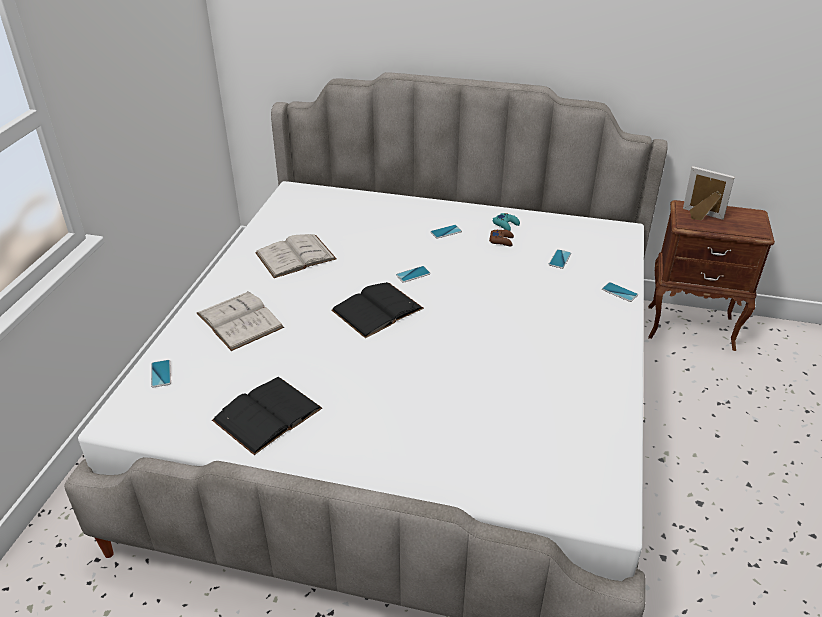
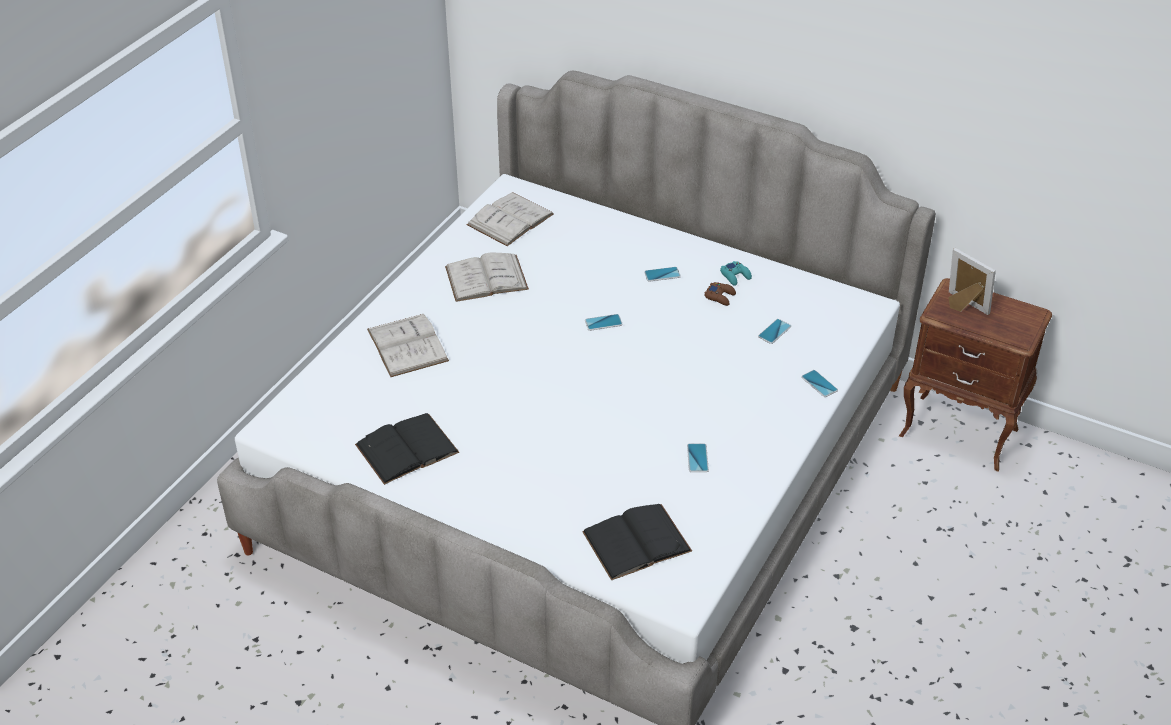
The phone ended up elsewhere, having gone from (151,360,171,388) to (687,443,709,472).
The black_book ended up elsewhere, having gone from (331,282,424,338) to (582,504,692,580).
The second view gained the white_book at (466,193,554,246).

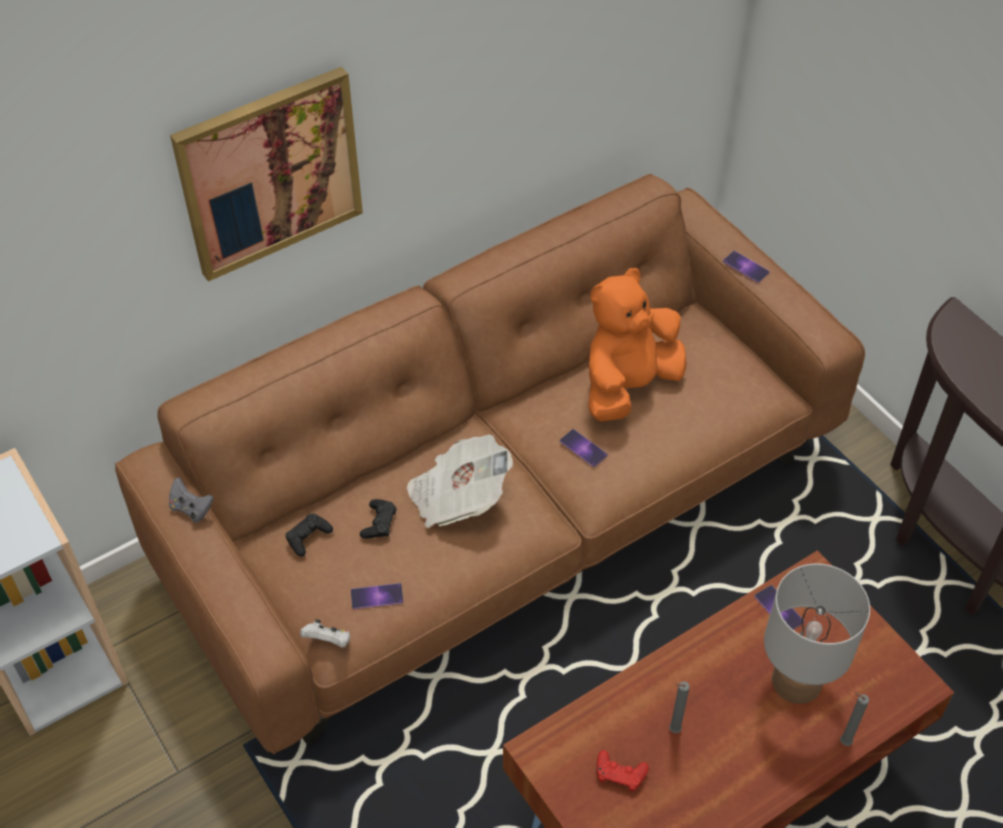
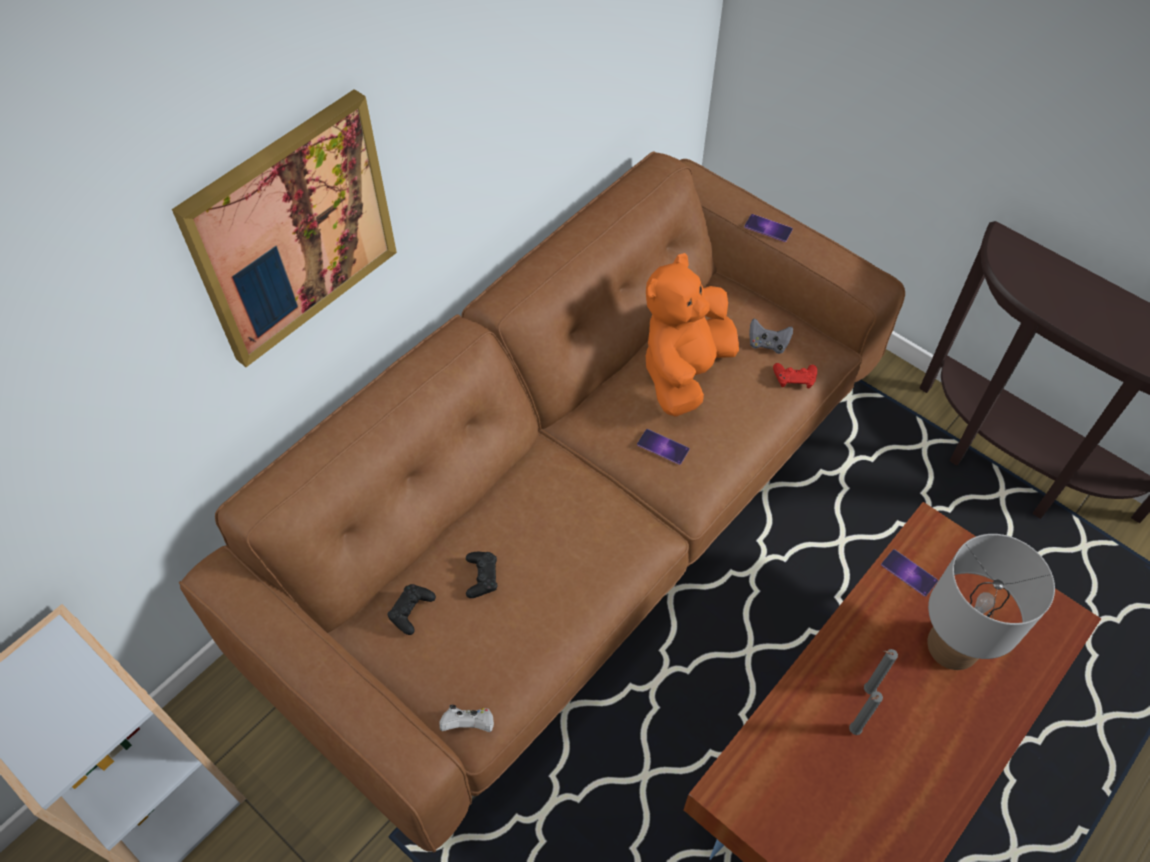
The grey_game_controller ended up elsewhere, having gone from (169,478,214,522) to (749,318,793,354).
The second view lost the phone at (351,583,404,609).
The second view lost the newspaper at (406,434,513,528).
The red_game_controller ended up elsewhere, having gone from (597,750,649,791) to (773,363,817,388).
The grey_candle ended up elsewhere, having gone from (840,692,869,746) to (864,649,898,695).

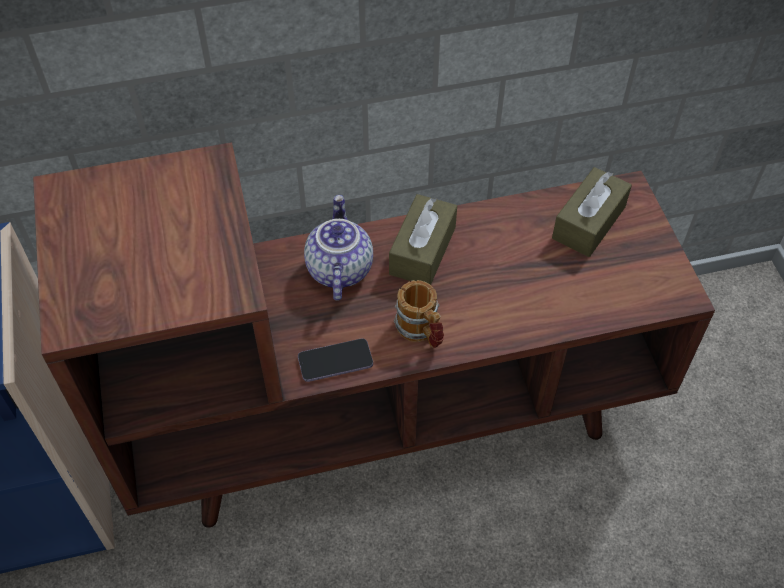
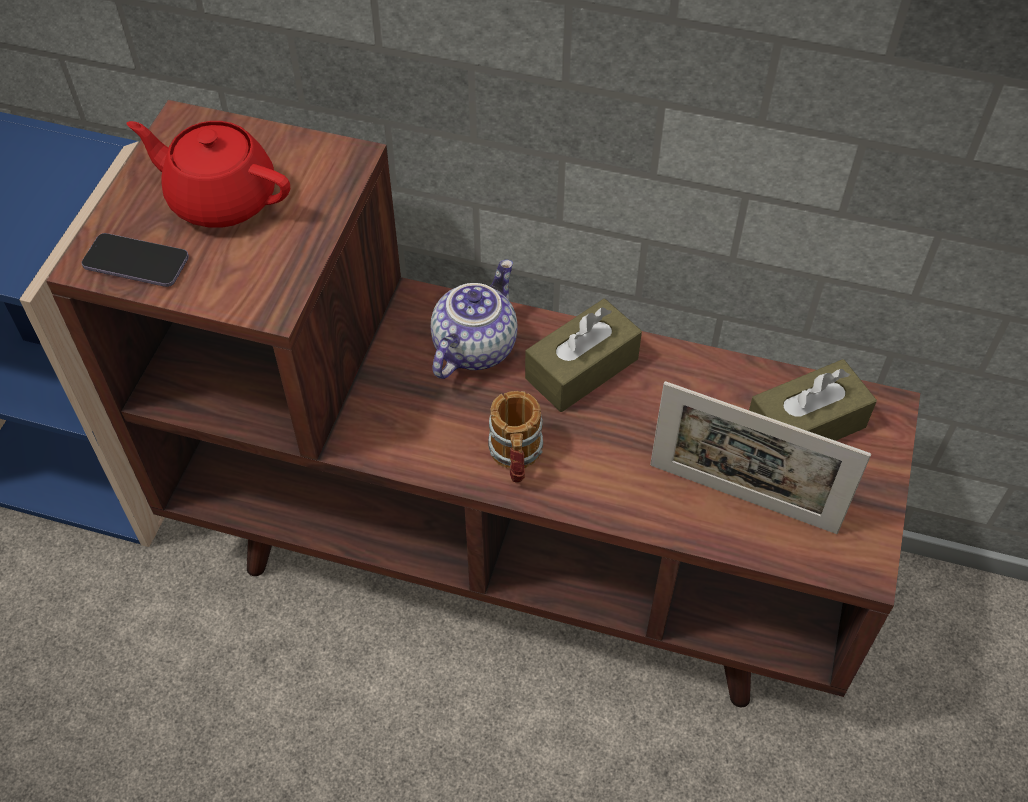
The phone ended up elsewhere, having gone from (298,338,373,382) to (82,233,189,287).
The second view gained the red_teapot at (127,121,290,228).
The second view gained the picture_frame at (650,381,871,534).

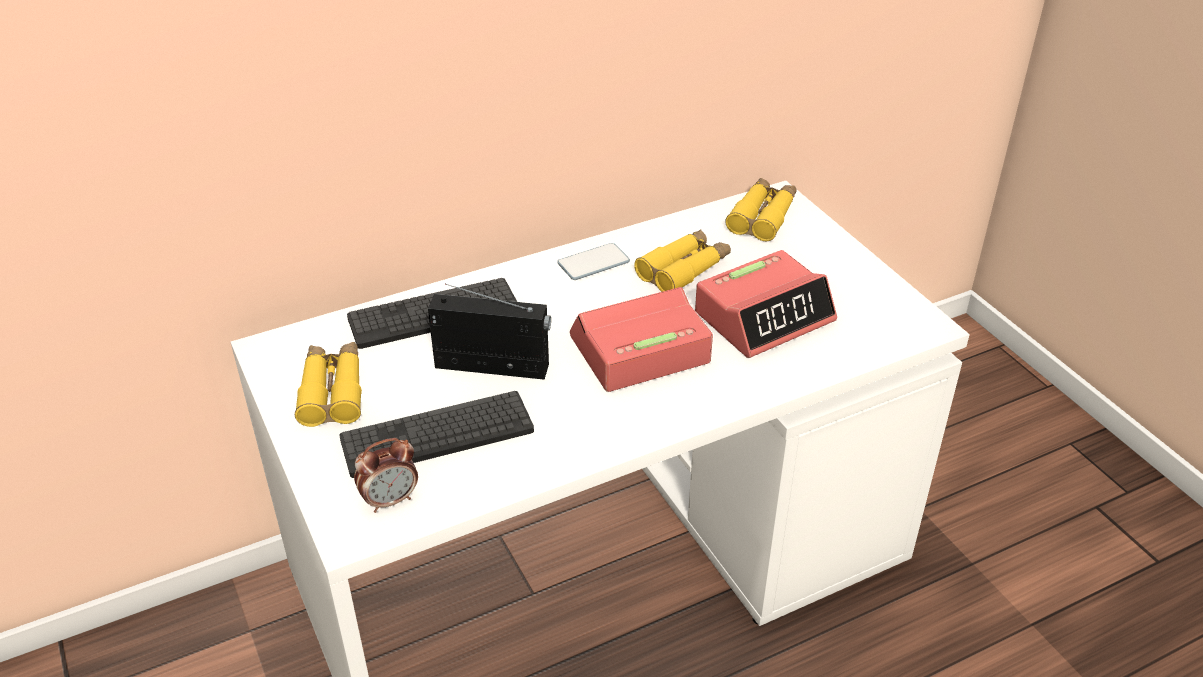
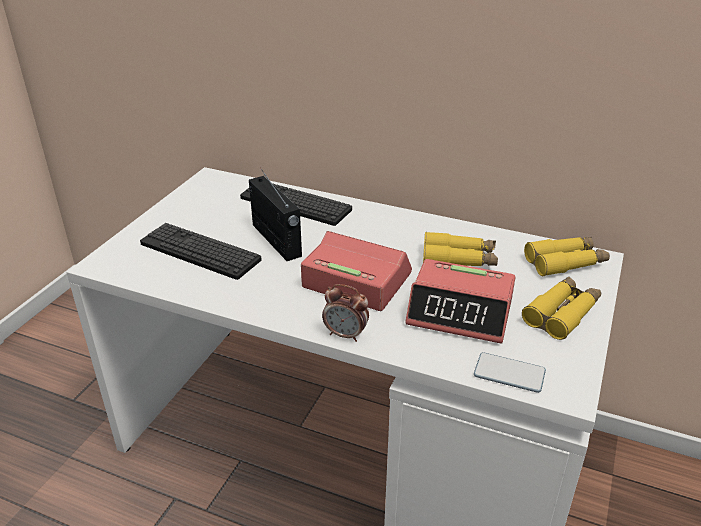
The yellow_binoculars ended up elsewhere, having gone from (295,342,362,427) to (522,277,601,340).
The alarm_clock ended up elsewhere, having gone from (354,438,418,513) to (322,284,369,342).
The phone ended up elsewhere, having gone from (557,243,630,280) to (474,352,546,393).

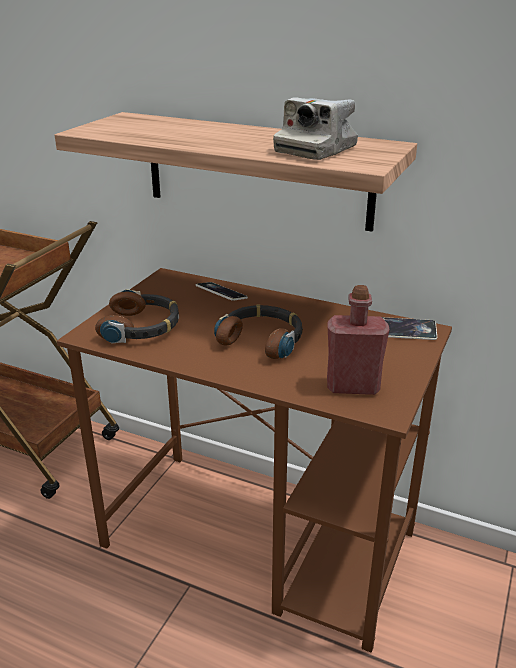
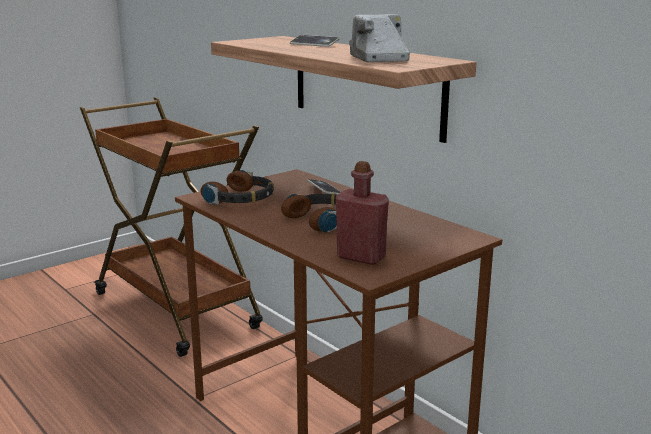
The photo_camera at (273,97,358,160) ended up facing another way, 105 degrees clockwise from before.
The phone ended up elsewhere, having gone from (382,317,437,340) to (290,35,339,47).

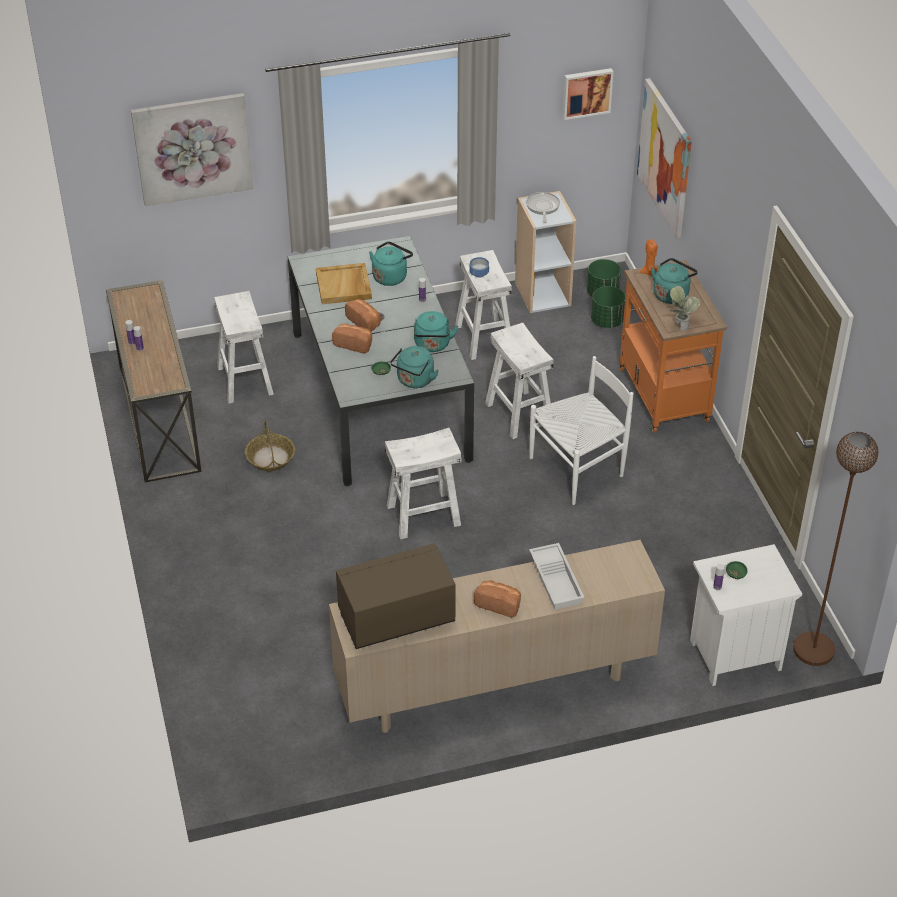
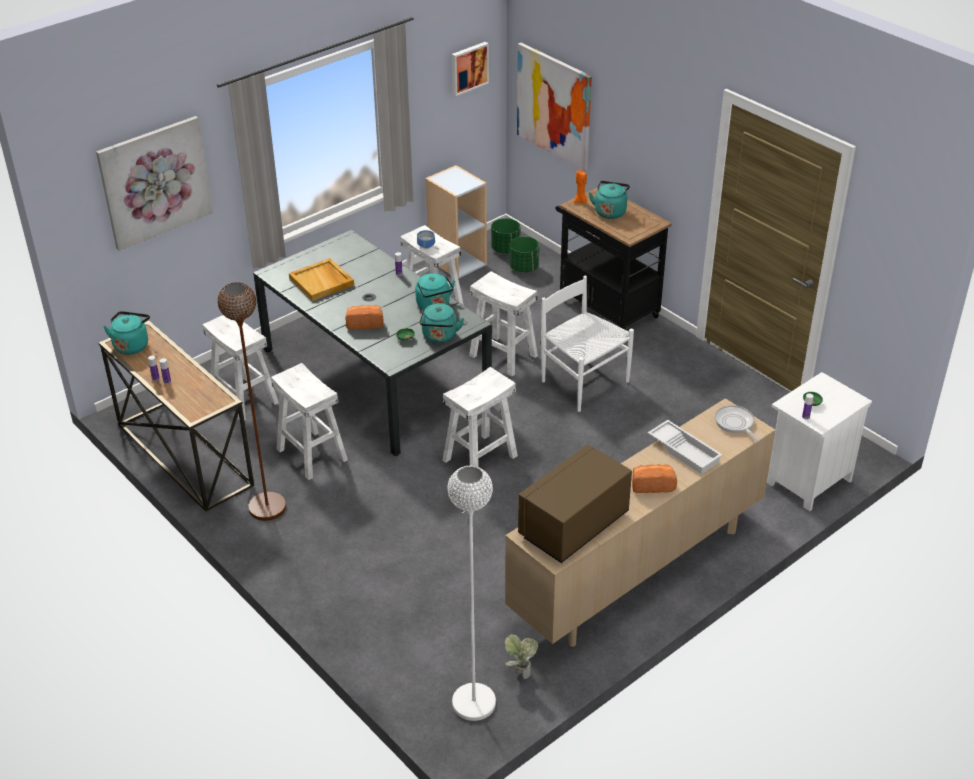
Where the basket stood at (245,421,295,471), the white_stool came to stand at (271,363,348,480).
The second view lost the bread at (345,299,381,332).
The turquoise_kettle ended up elsewhere, having gone from (369,241,413,286) to (103,311,150,355).
The frying_pan ended up elsewhere, having gone from (526,192,560,223) to (715,406,760,442).
The white_chair at (529,356,633,505) ended up facing another way, 75 degrees counterclockwise from before.
What was the orange_cart at (619,260,727,432) turned into the black_cart at (555,185,672,330).
The potted_plant ended up elsewhere, having gone from (667,286,700,331) to (505,634,538,679).
The brown_floor_lamp ended up elsewhere, having gone from (793,432,878,666) to (218,282,286,521).
The second view gained the white_floor_lamp at (447,466,496,721).

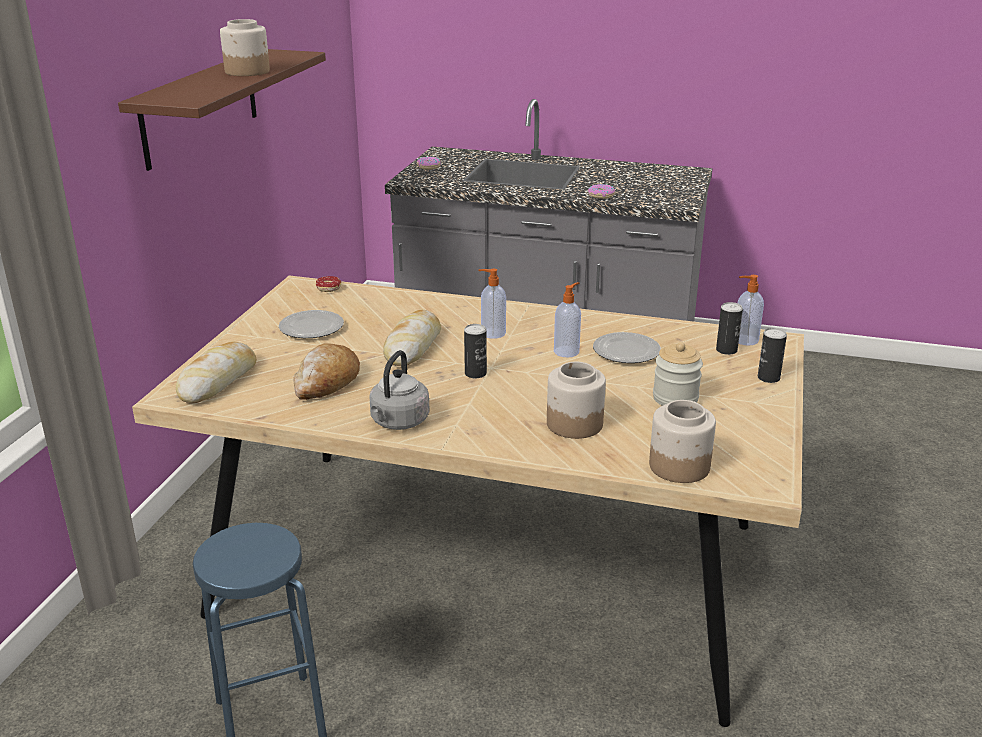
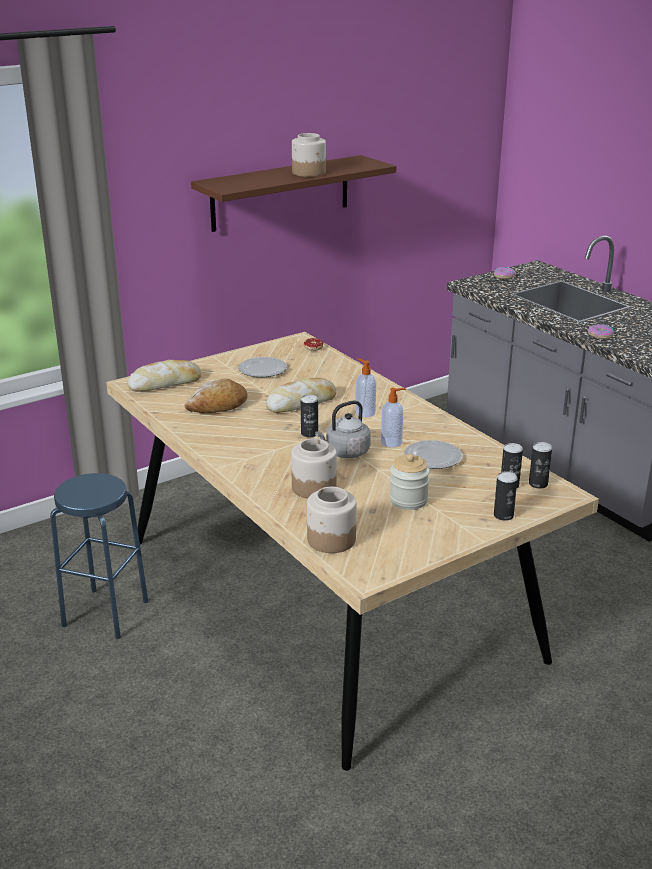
The grey_kettle ended up elsewhere, having gone from (369,350,430,430) to (315,401,371,458).
Where the soap_dispenser stood at (738,275,764,346), the can came to stand at (529,442,552,489).

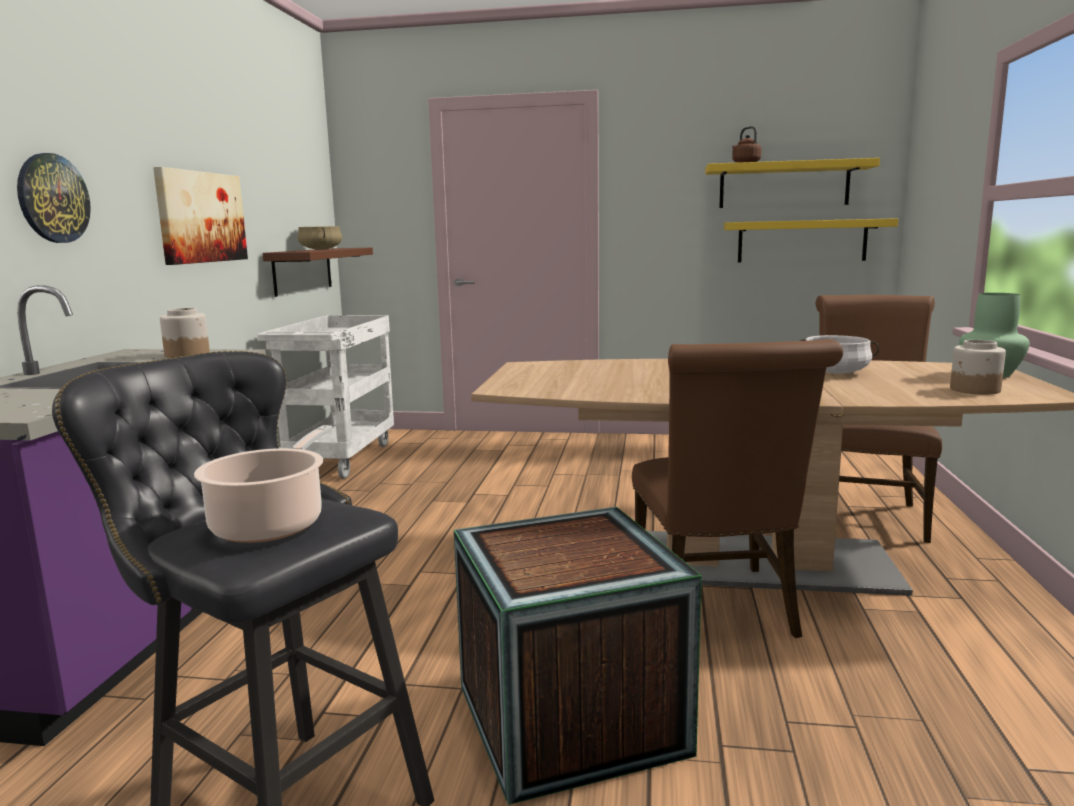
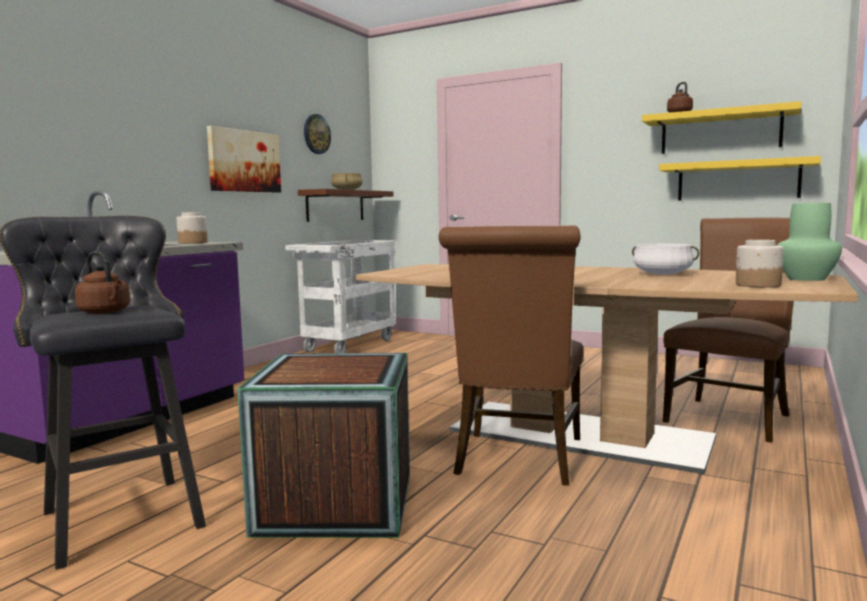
The wall_clock ended up elsewhere, having gone from (17,153,91,243) to (304,114,331,154).
Where the cooking_pot stood at (194,425,333,543), the brown_kettle came to stand at (75,251,130,314).

